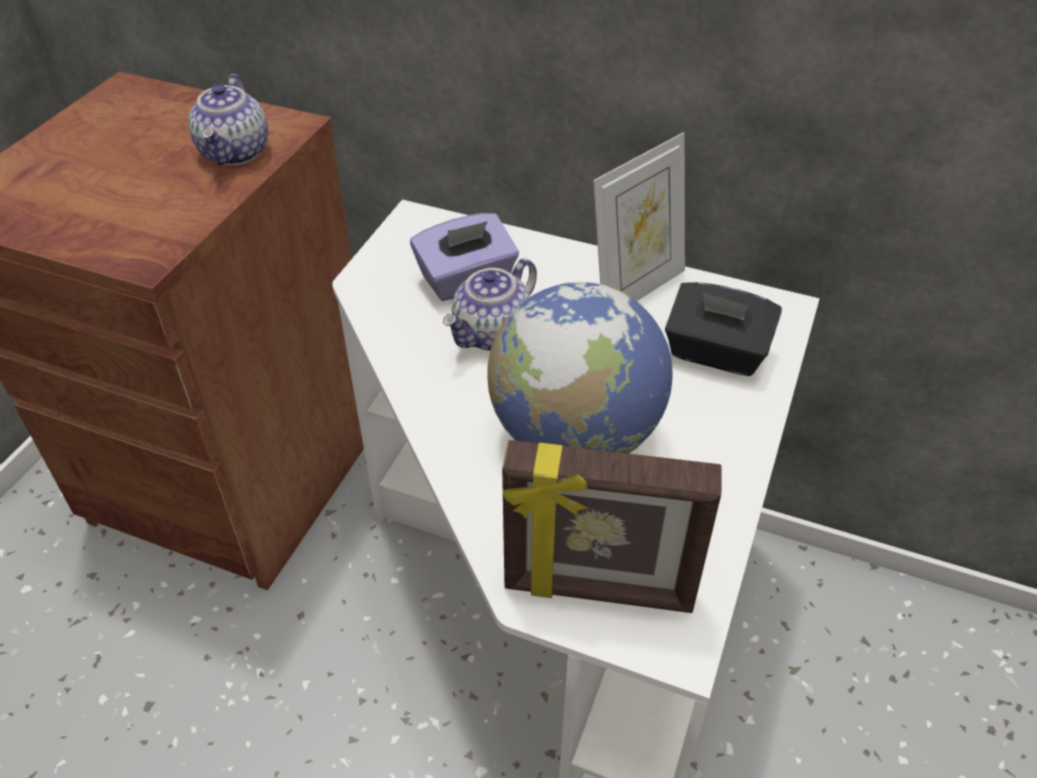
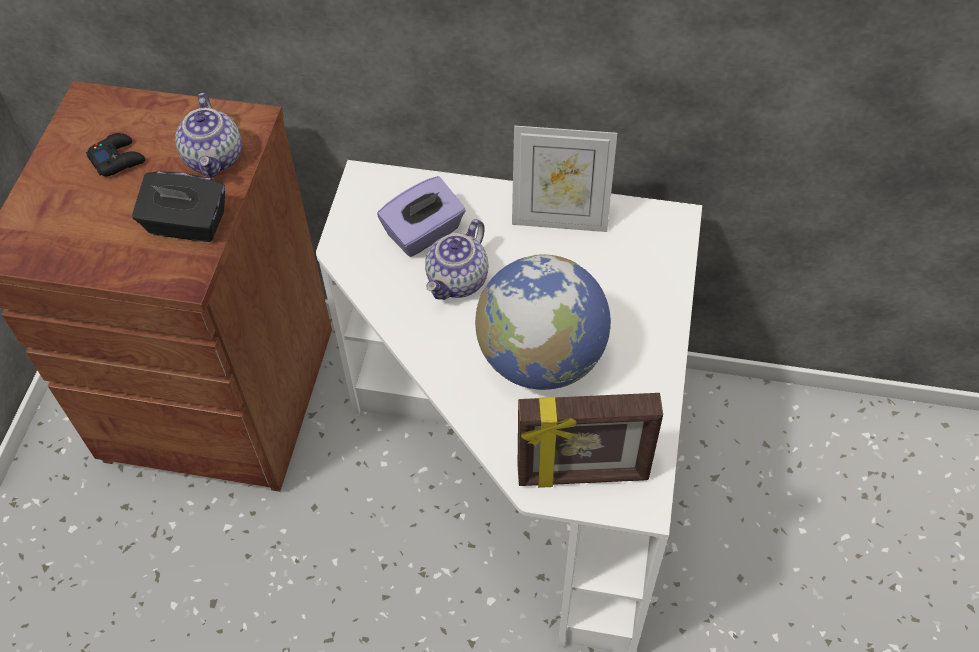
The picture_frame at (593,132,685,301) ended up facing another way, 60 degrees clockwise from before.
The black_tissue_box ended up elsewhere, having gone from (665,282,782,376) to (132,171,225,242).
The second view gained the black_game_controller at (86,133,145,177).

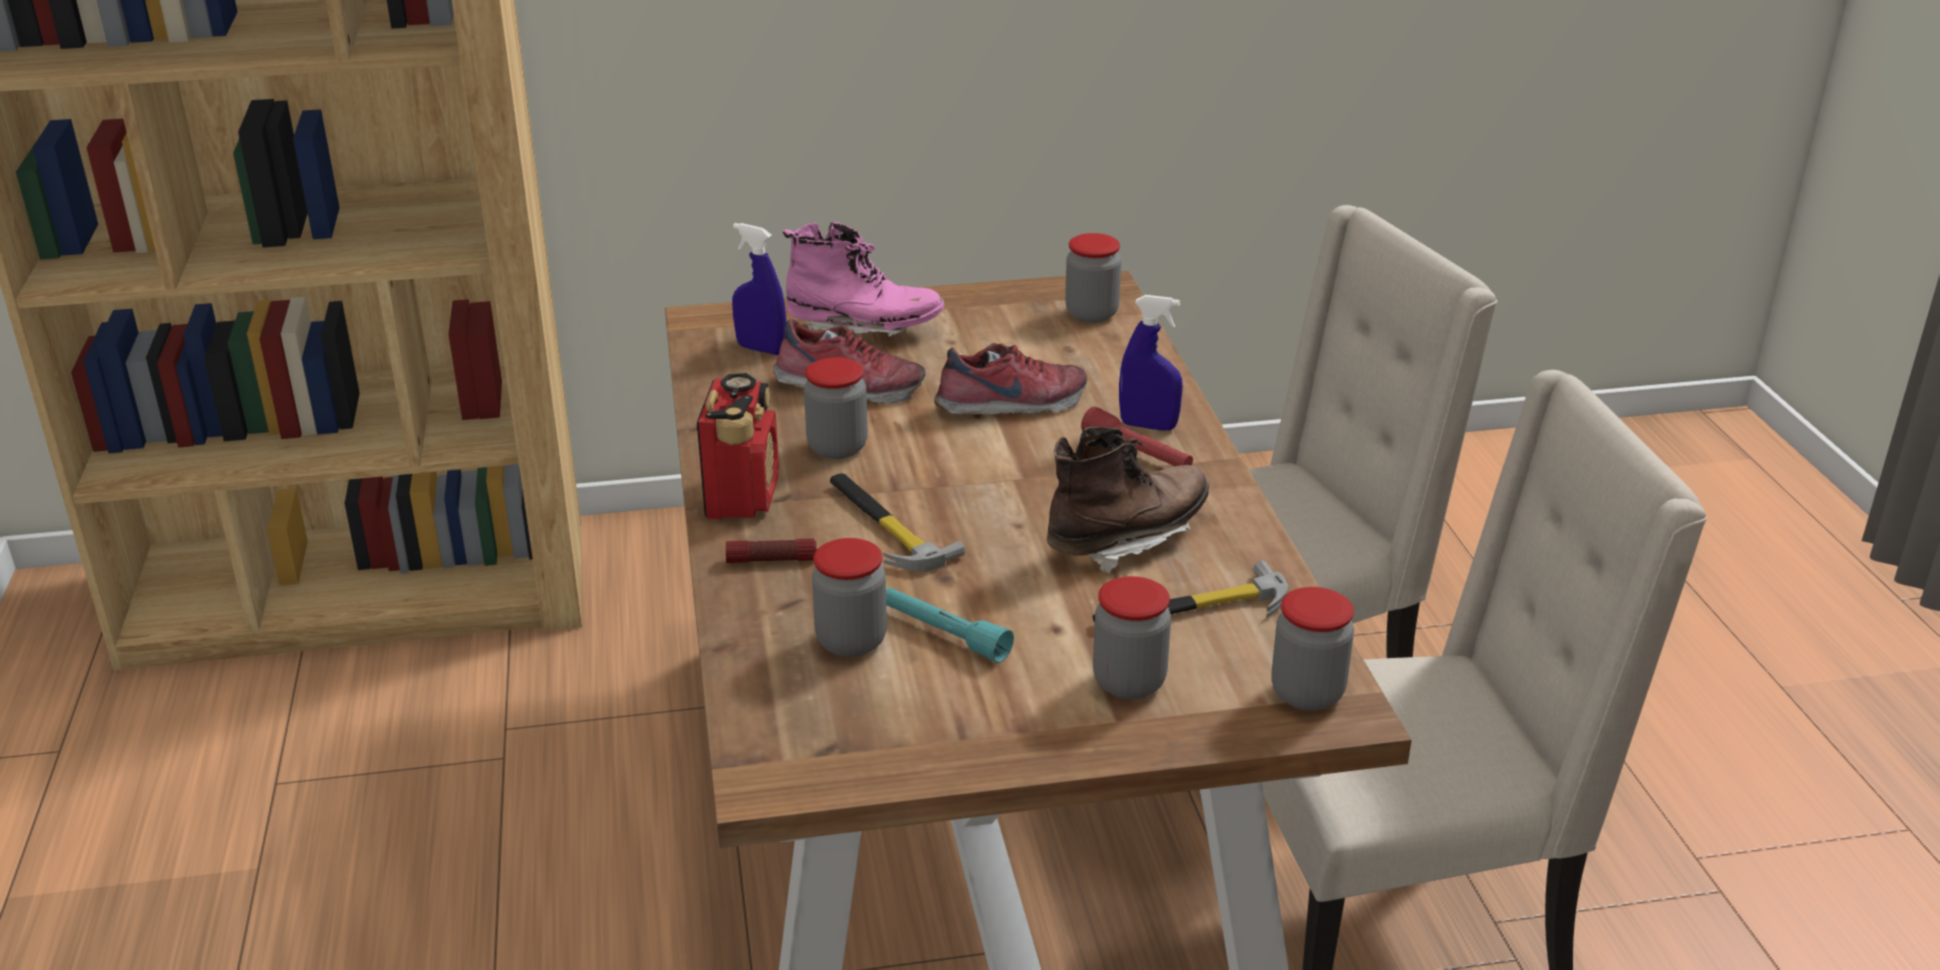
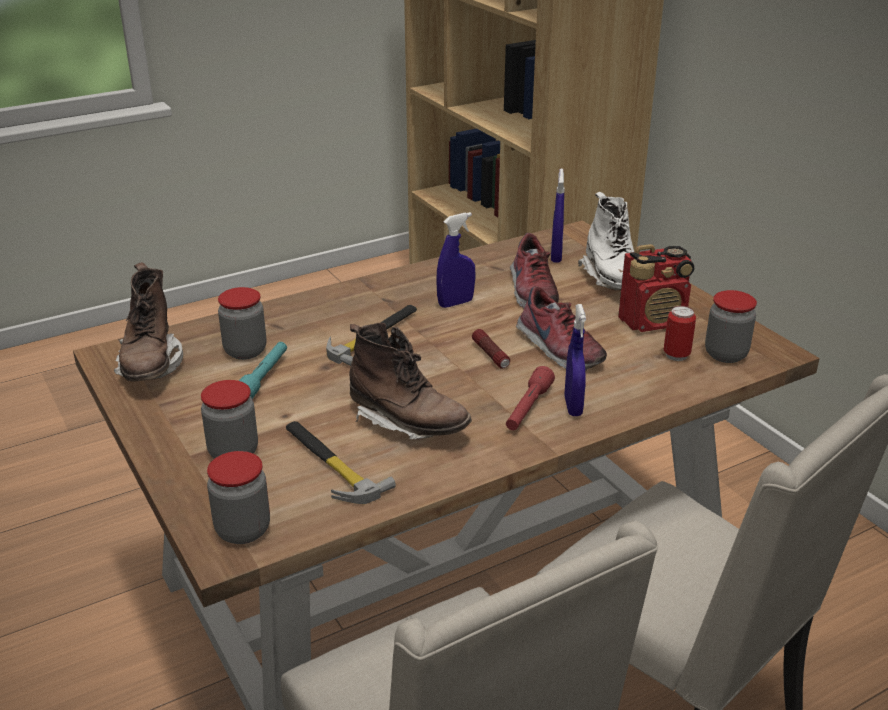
The radio ended up elsewhere, having gone from (697,373,779,519) to (618,244,695,332).
The flashlight ended up elsewhere, having gone from (726,538,817,563) to (472,329,510,369).
What was the pink_boot at (783,222,944,336) turned into the white_boot at (578,192,634,290).
Where the jar stood at (804,357,868,459), the blue_spray_bottle came to stand at (436,212,475,308).
The second view gained the brown_boot at (114,262,183,382).
The second view gained the can at (664,306,696,361).

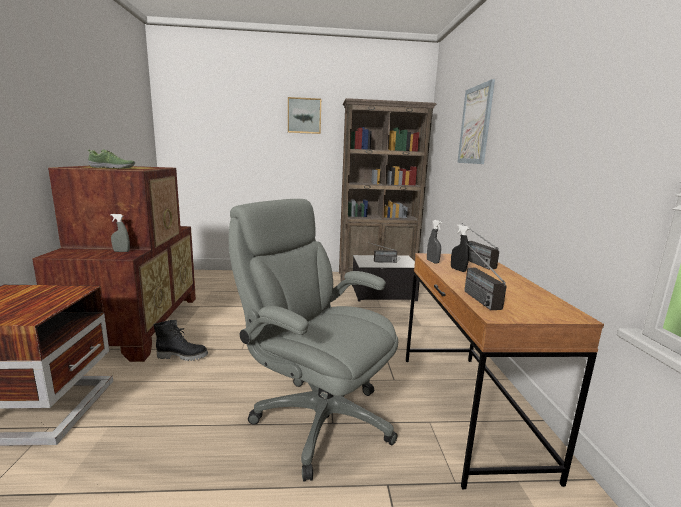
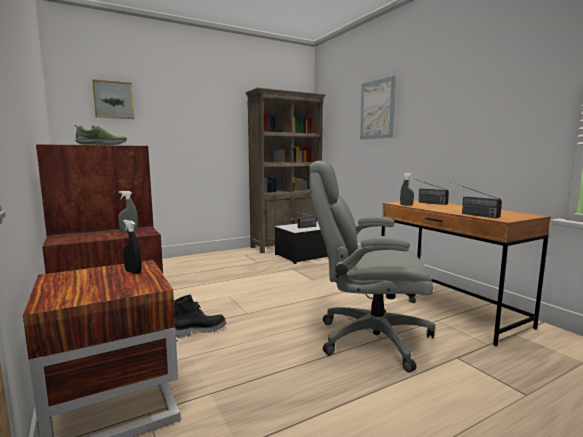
The picture ended up elsewhere, having gone from (288,97,321,134) to (92,79,134,119).
The black_spray_bottle ended up elsewhere, having gone from (451,224,469,272) to (123,220,142,274).

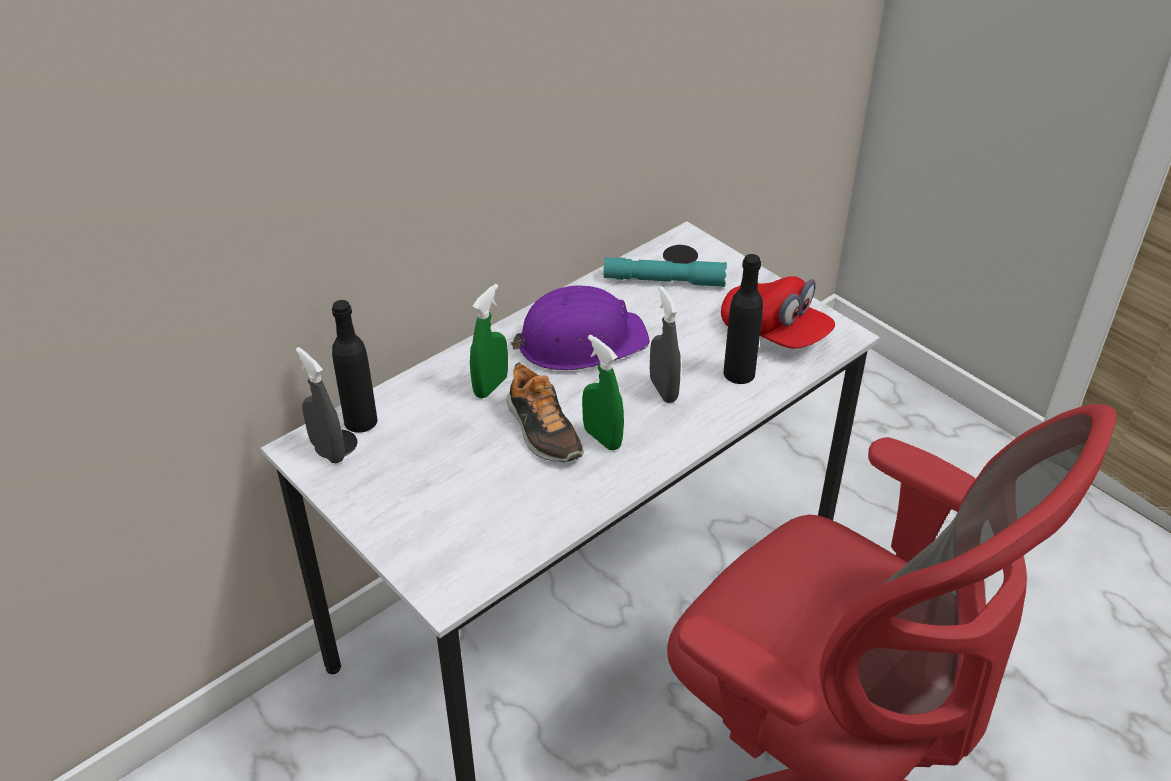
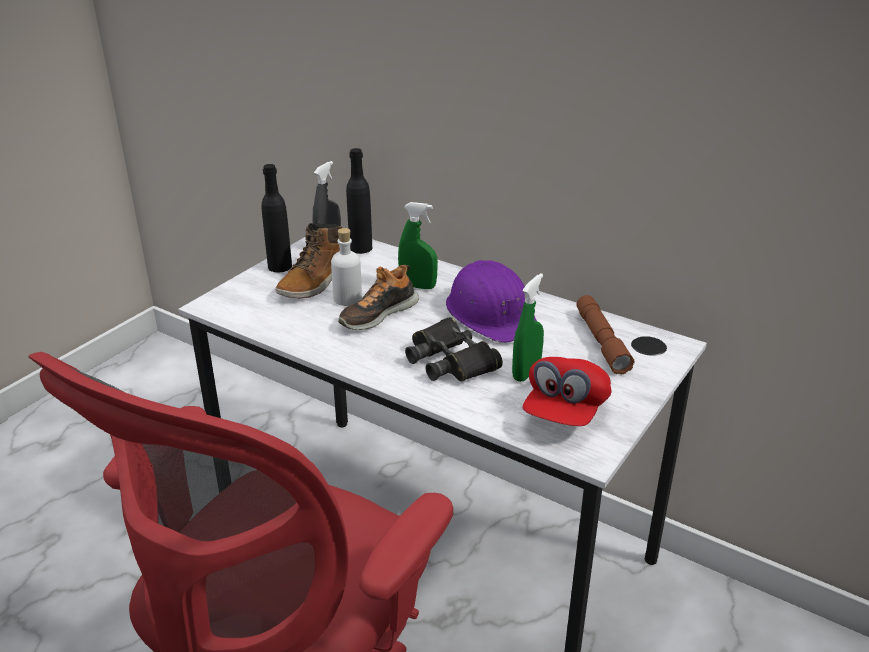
The green_spray_bottle ended up elsewhere, having gone from (582,334,624,450) to (512,273,544,382).
What was the turquoise_flashlight at (604,257,727,287) turned into the brown_flashlight at (576,295,635,375).
Where the grey_spray_bottle stood at (650,286,681,403), the black_binoculars came to stand at (405,317,503,381).
The black_bottle ended up elsewhere, having gone from (724,254,763,384) to (262,164,292,272).
The second view gained the boot at (275,223,342,299).
The second view gained the white_bottle at (331,228,362,306).

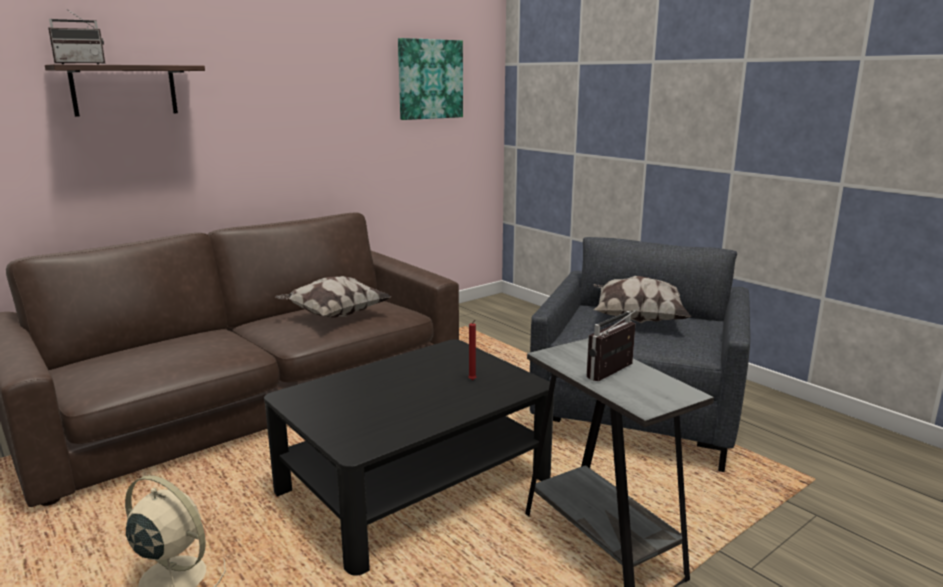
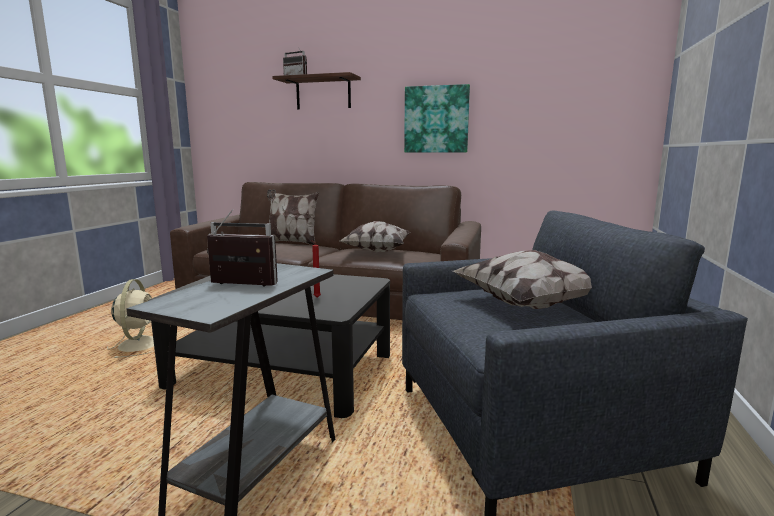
The picture ended up elsewhere, having gone from (398,38,463,120) to (404,84,470,152).
The second view gained the pillow at (267,189,319,245).

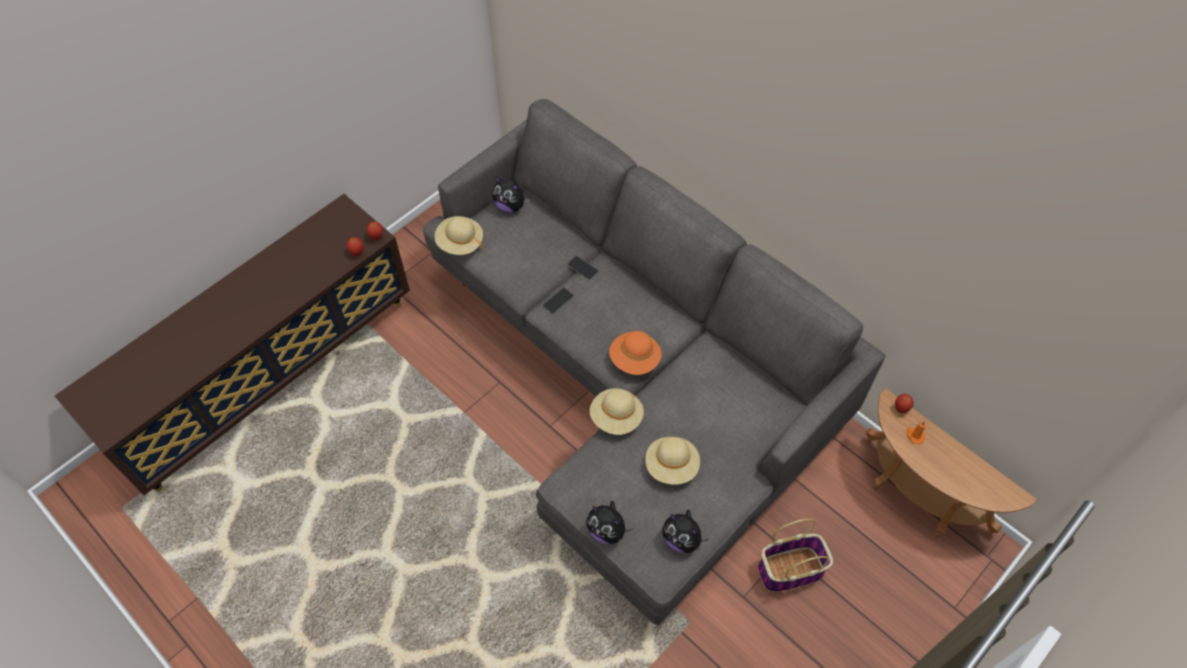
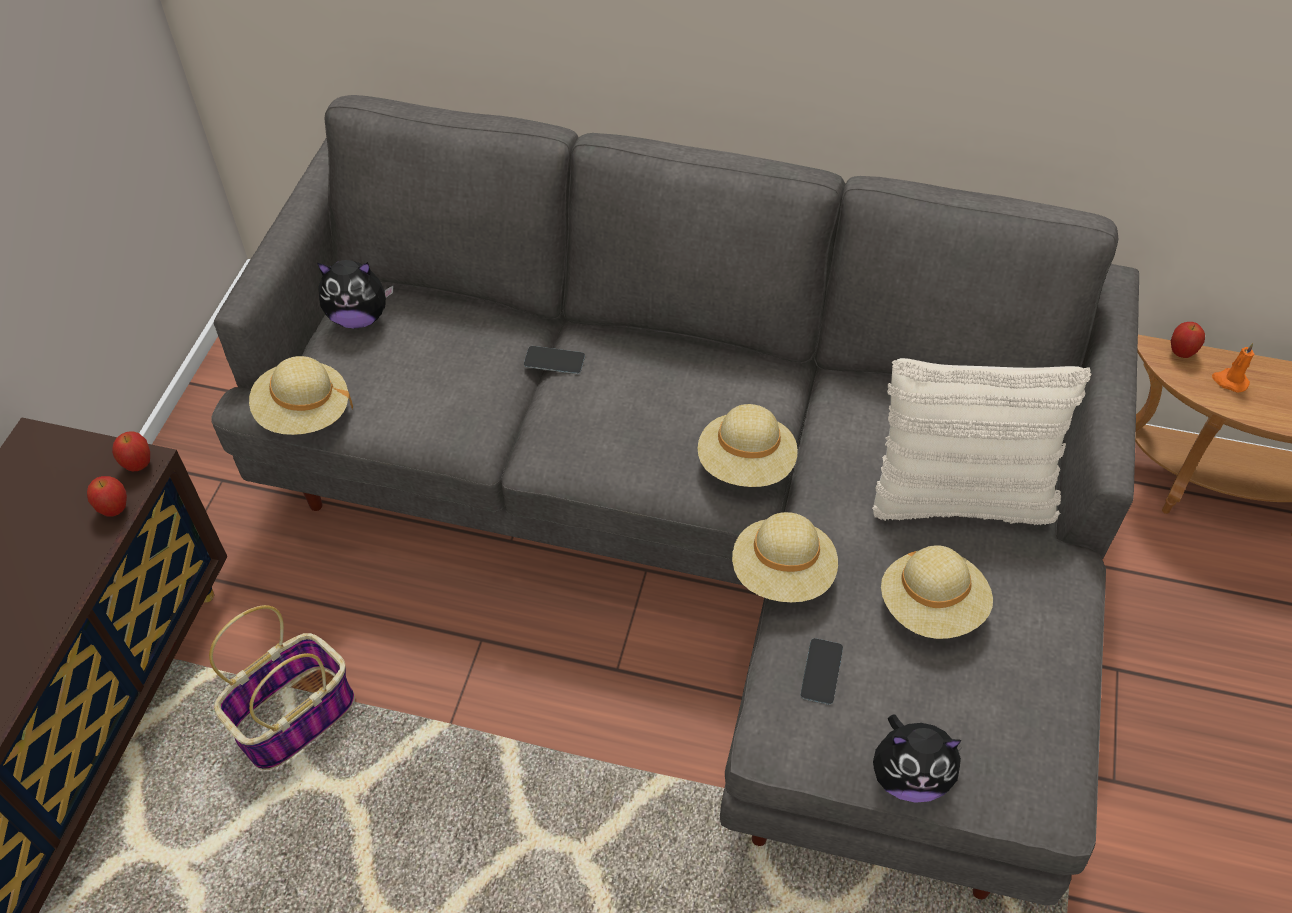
The phone ended up elsewhere, having gone from (543,288,573,314) to (800,638,843,705).
What was the orange_hat at (609,331,662,375) turned into the beige_hat at (698,404,798,487).
The second view lost the plush_toy at (662,510,708,553).
The basket ended up elsewhere, having gone from (758,519,833,592) to (209,605,355,770).
The second view gained the beige_pillow at (872,358,1092,525).

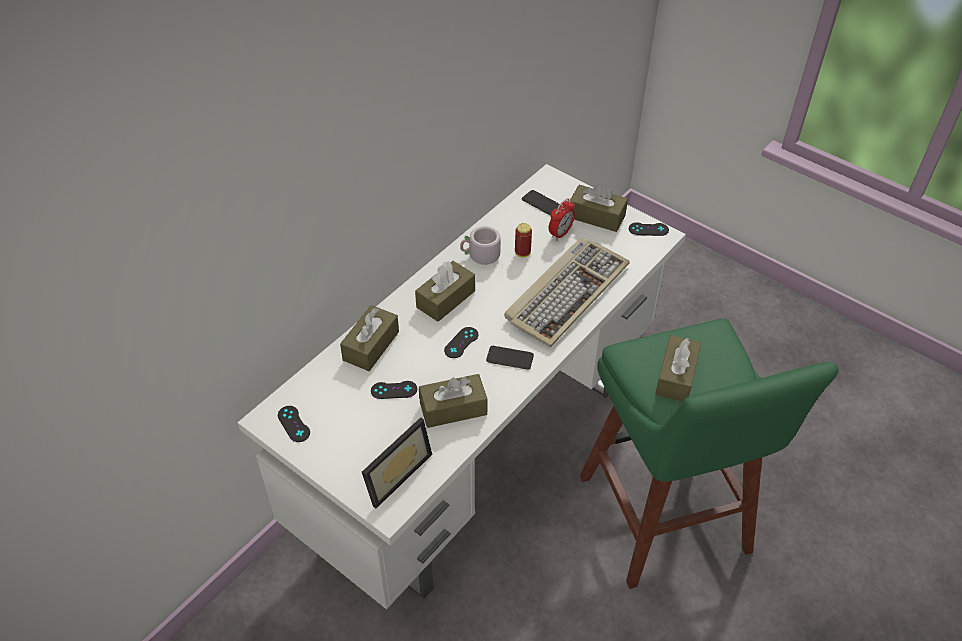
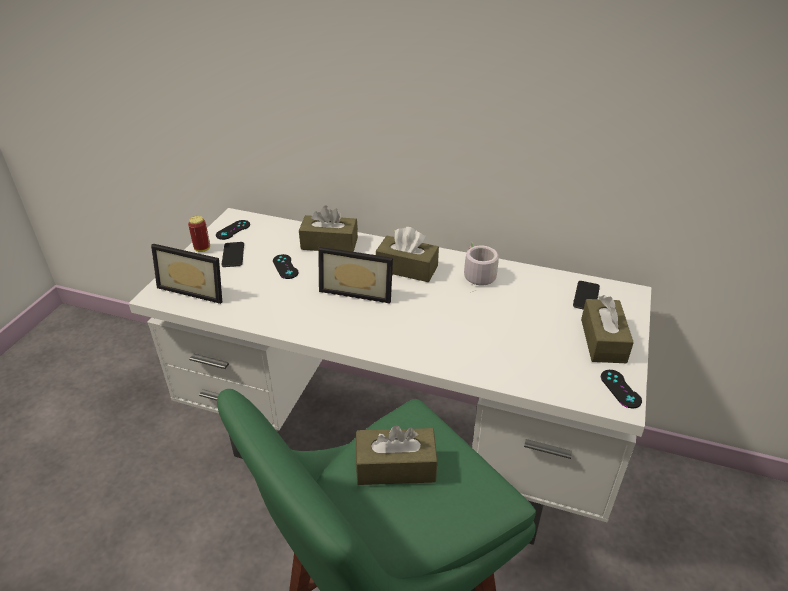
The second view lost the brown_tissue_box at (419,374,488,428).
Where the black_game_controller stood at (444,327,478,358), the picture_frame came to stand at (318,247,393,303).
The phone ended up elsewhere, having gone from (486,346,534,370) to (222,242,244,267).
The second view lost the keyboard at (504,237,630,347).
The can ended up elsewhere, having gone from (515,223,532,257) to (188,216,210,252).
The second view lost the alarm_clock at (549,198,575,241).

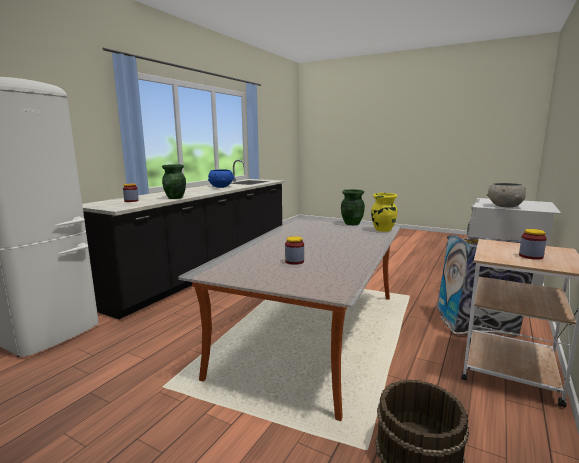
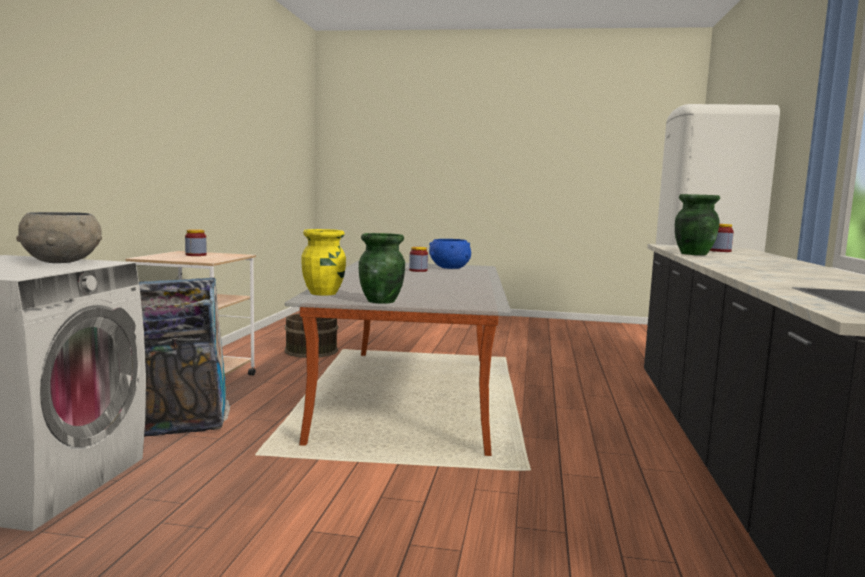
The blue_bowl ended up elsewhere, having gone from (208,170,234,188) to (429,239,471,269).

